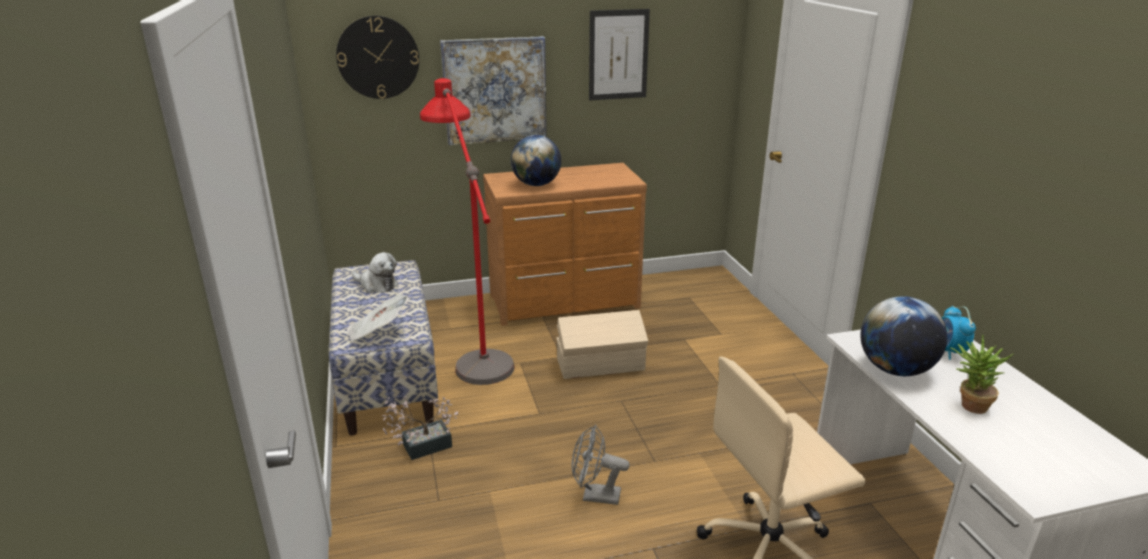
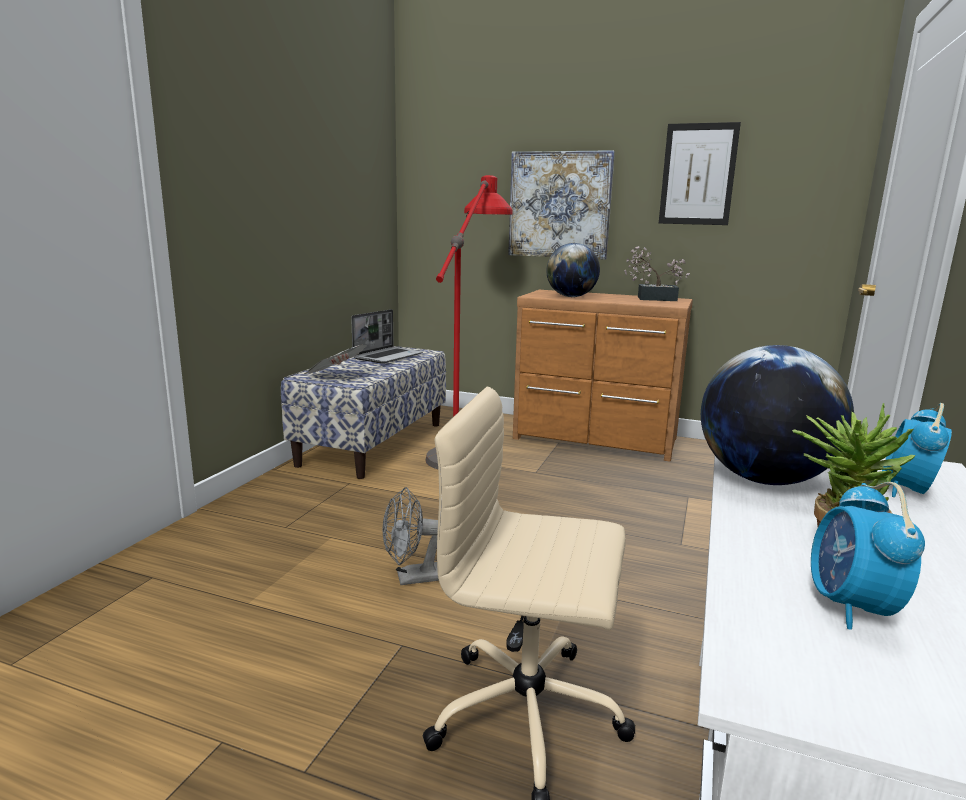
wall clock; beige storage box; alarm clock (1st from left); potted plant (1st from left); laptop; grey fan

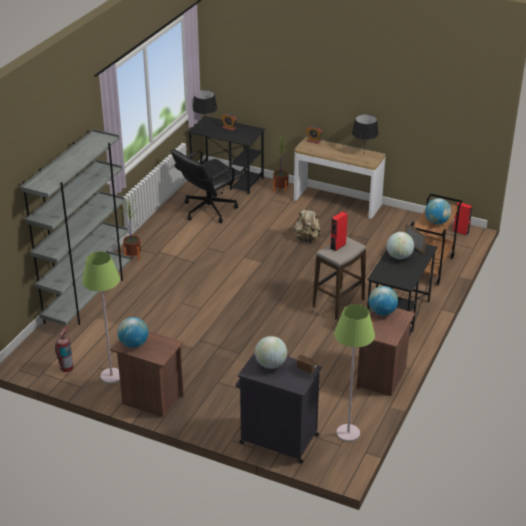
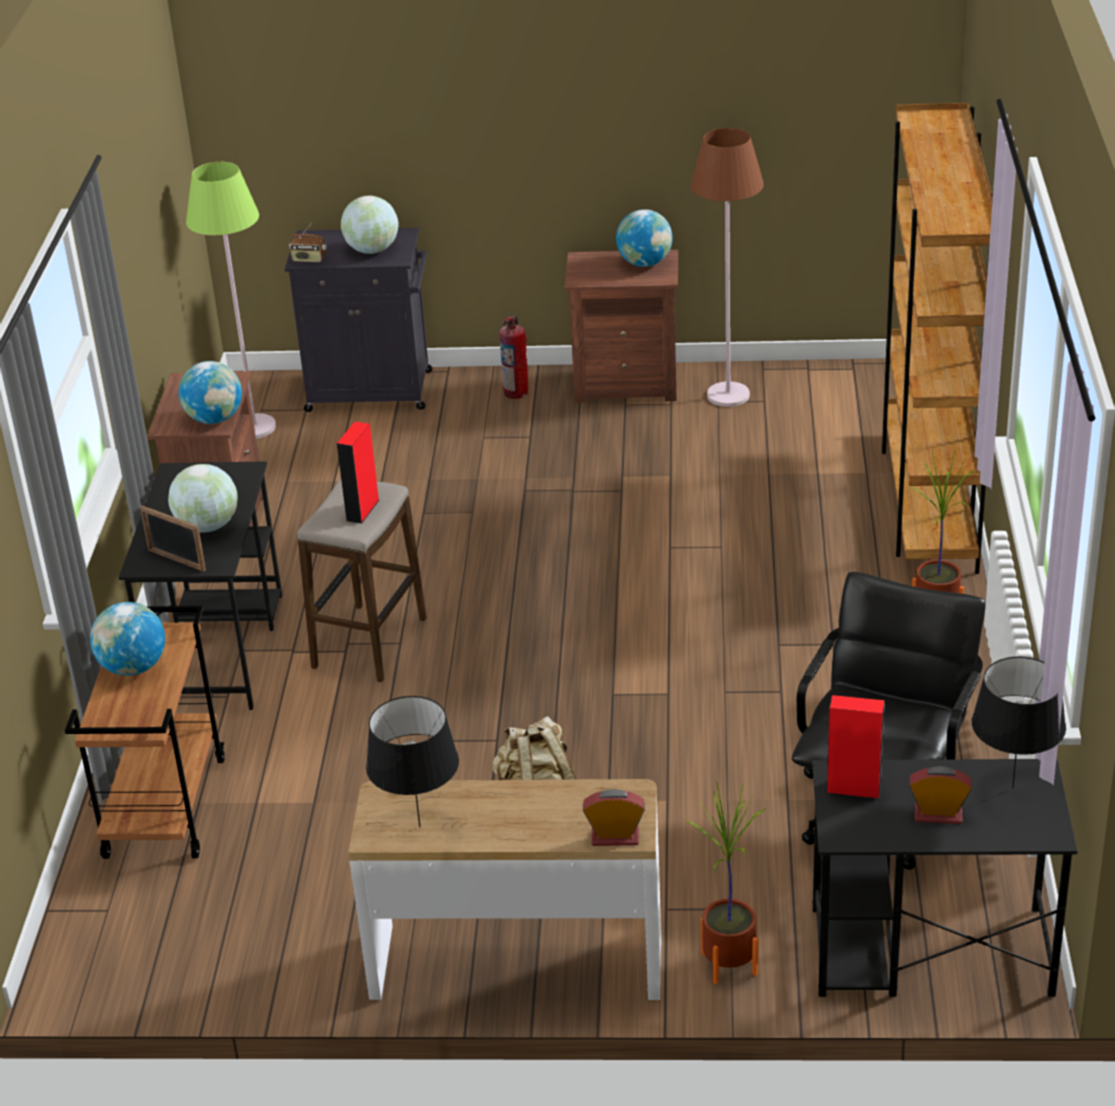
fire extinguisher; red speaker (2nd from left); brown bookcase; brown floor lamp

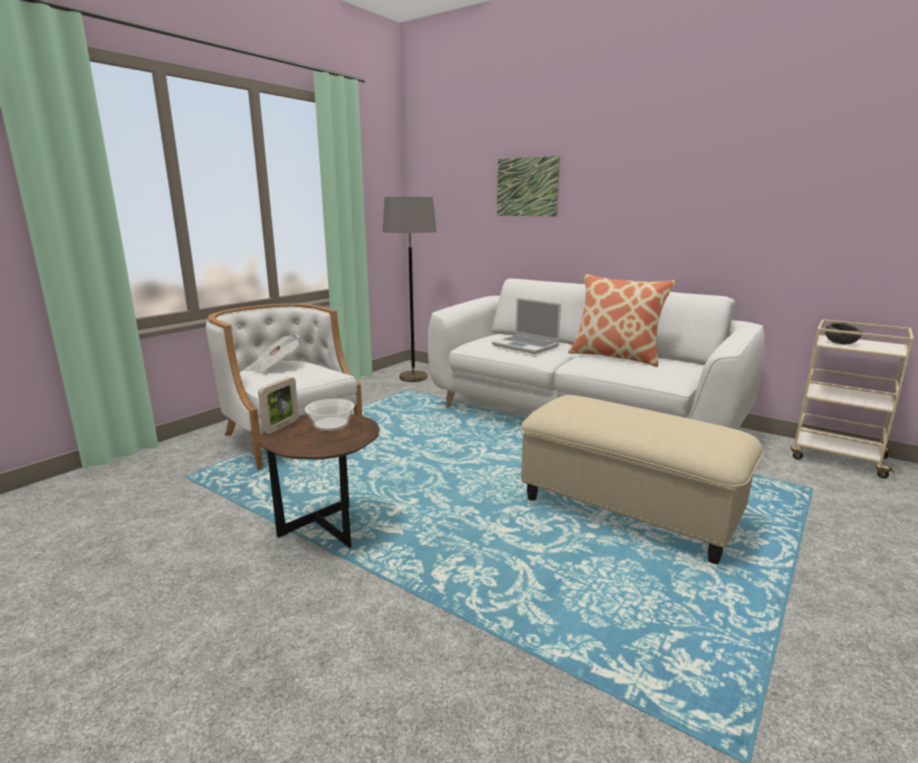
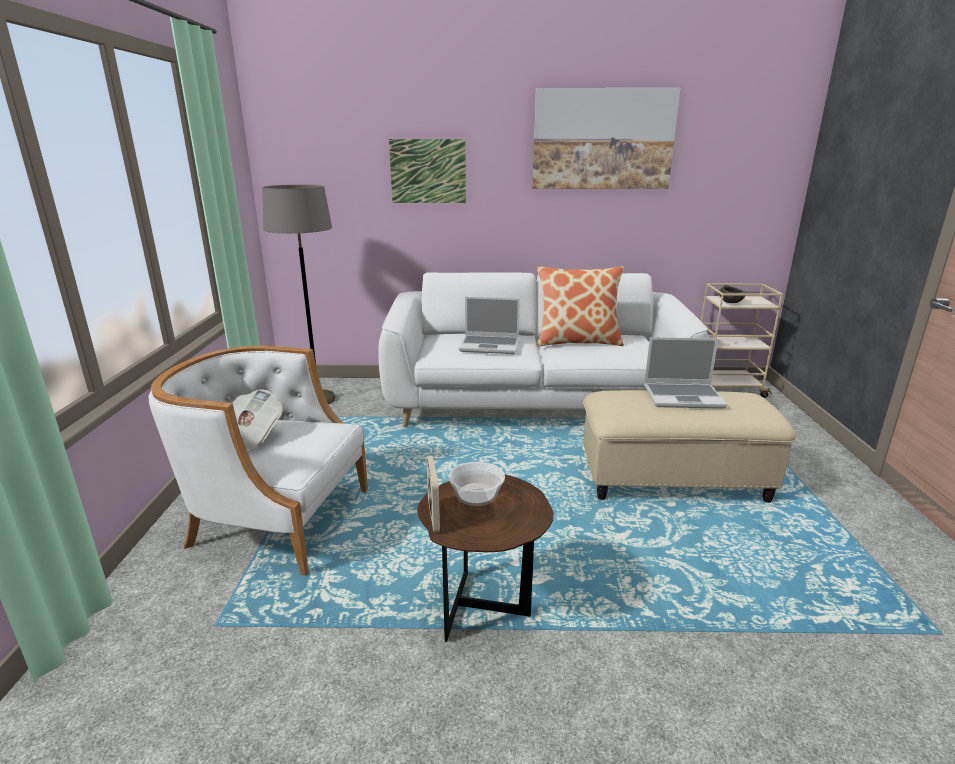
picture (2nd from left); laptop (2nd from left)

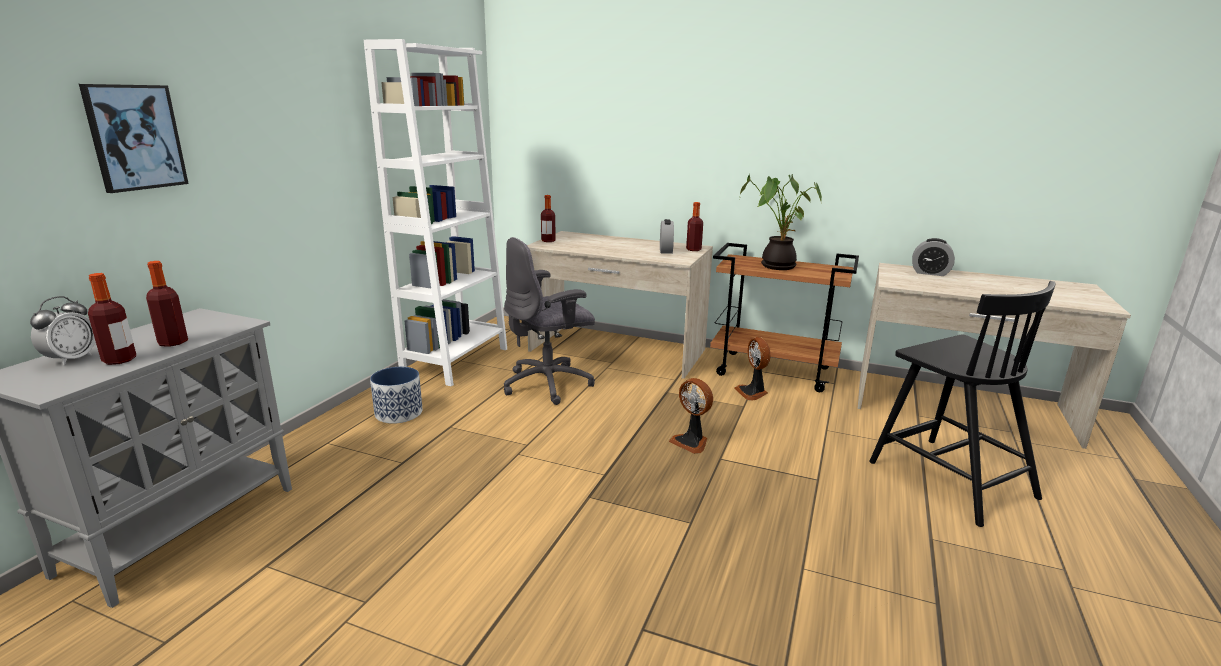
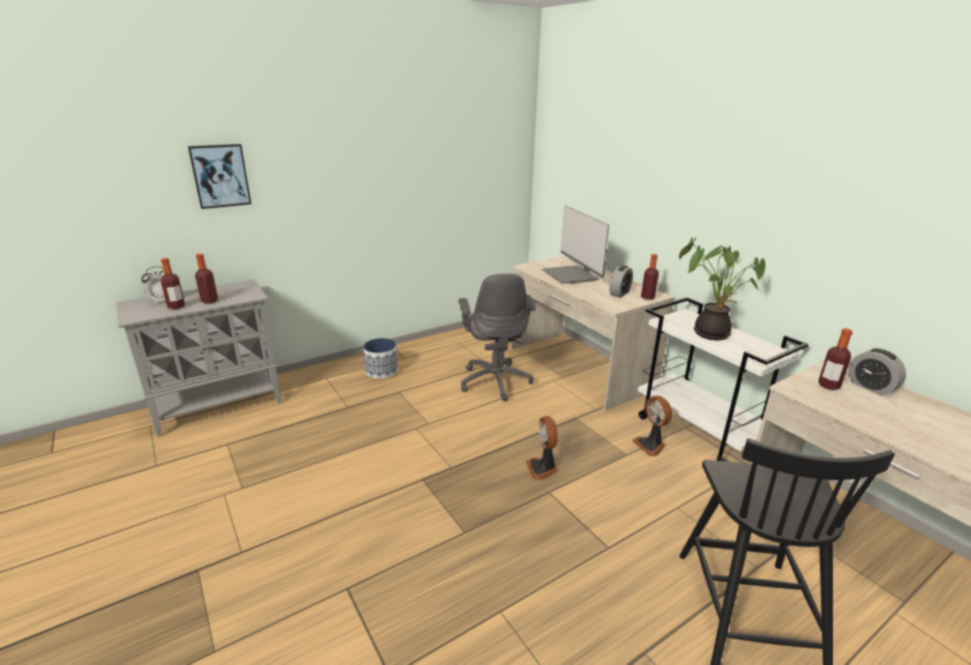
white bookcase; monitor; bottle (4th from left); white cart; grey office chair; fan (2nd from left)

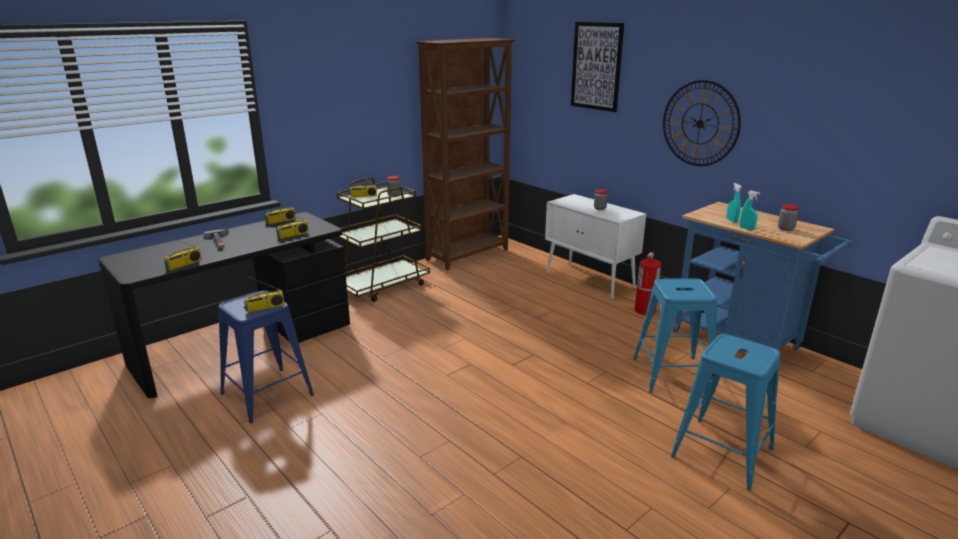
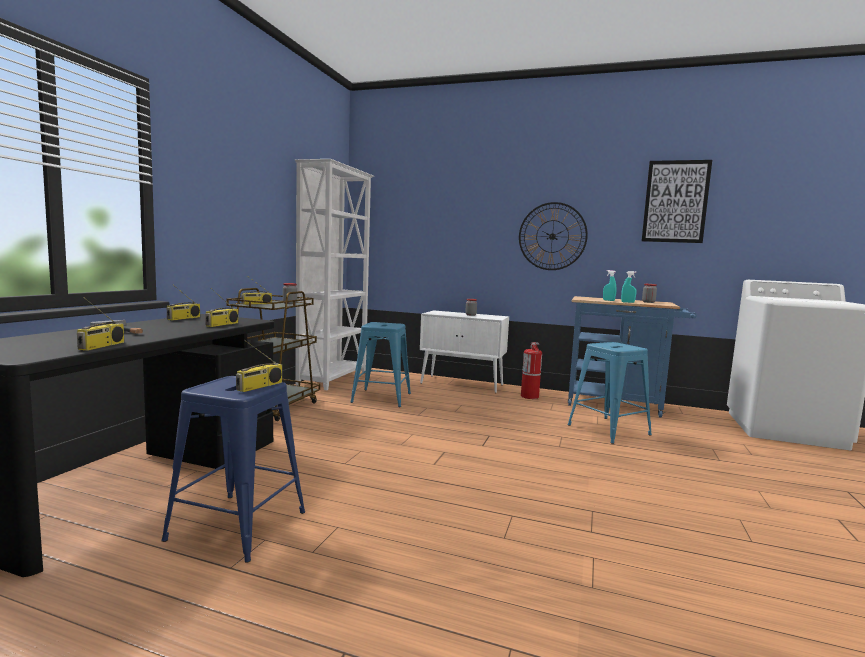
picture; blue stool (2nd from left); white bookcase

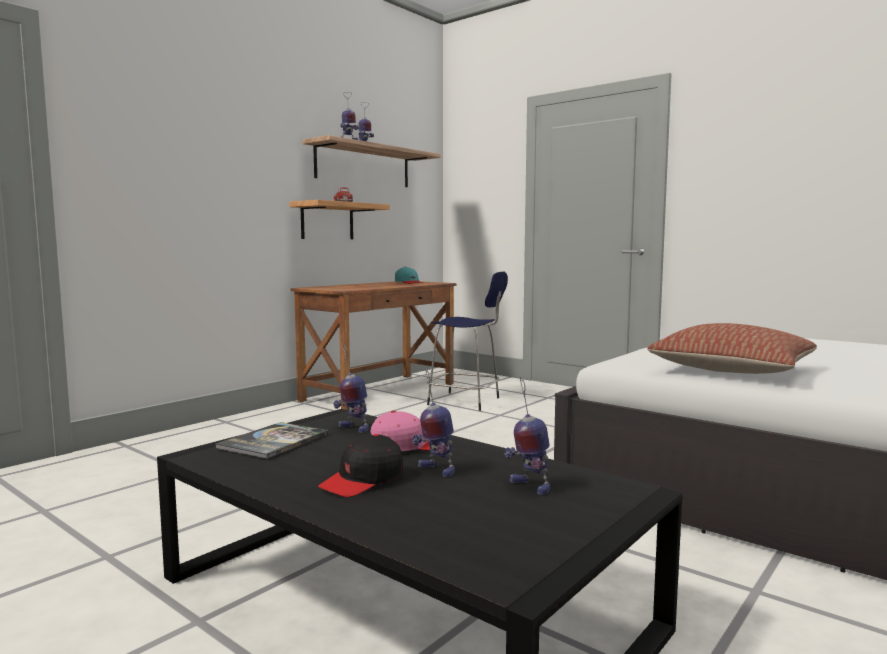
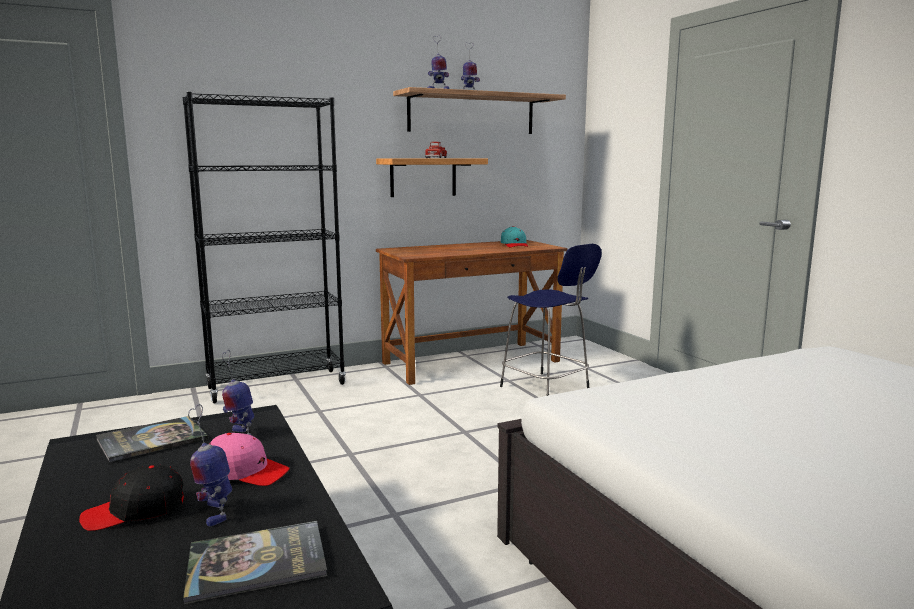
pillow; black bookcase; book (2nd from left)

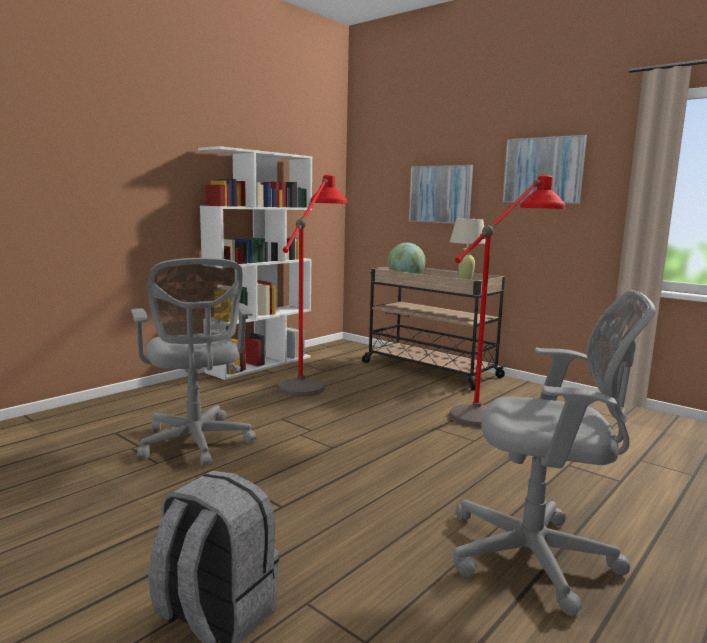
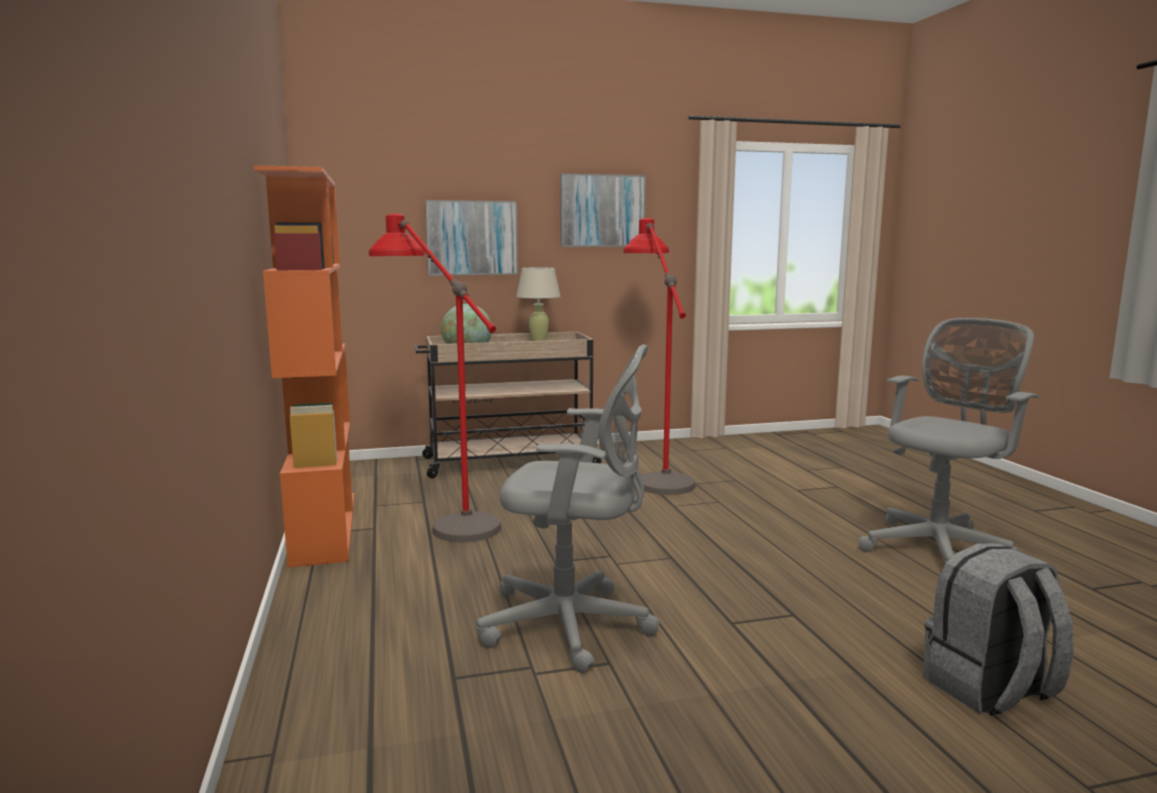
orange bookcase

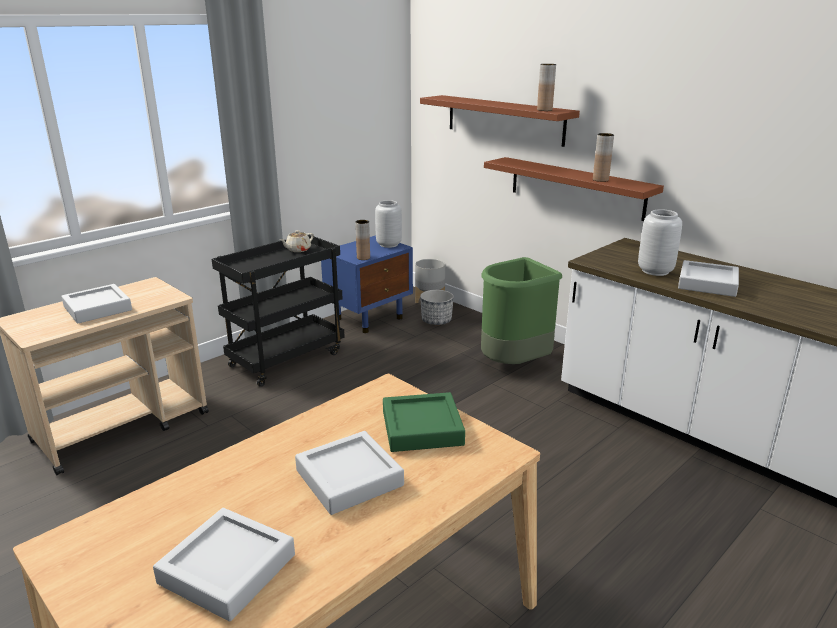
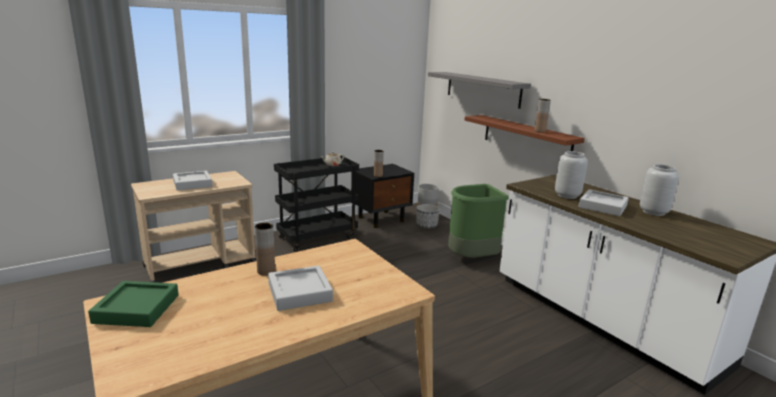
grey tray (2nd from left in the first image); grey vase (2nd from left); green tray; brown vase (1st from left); black nightstand; grey shelf

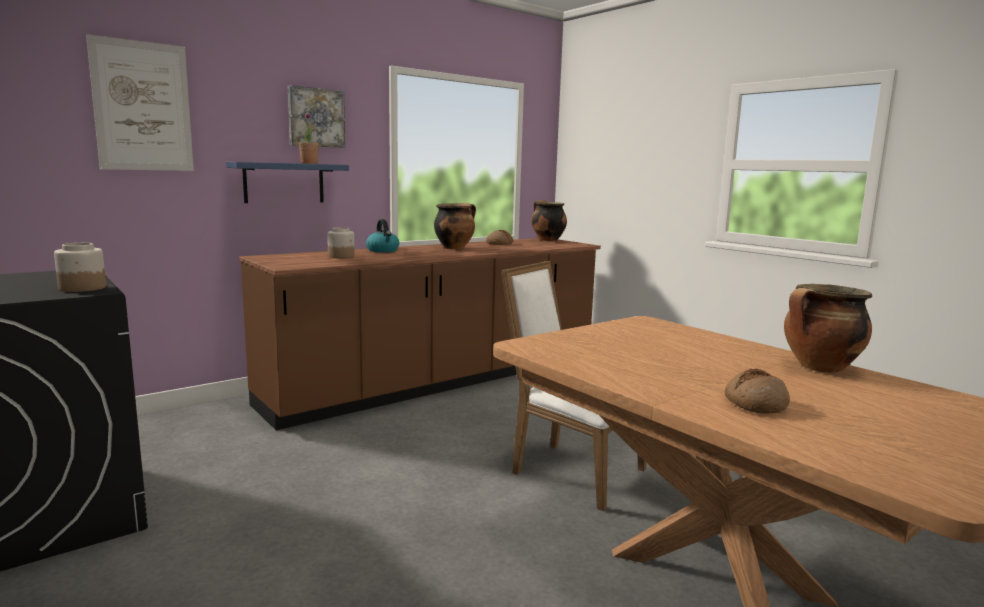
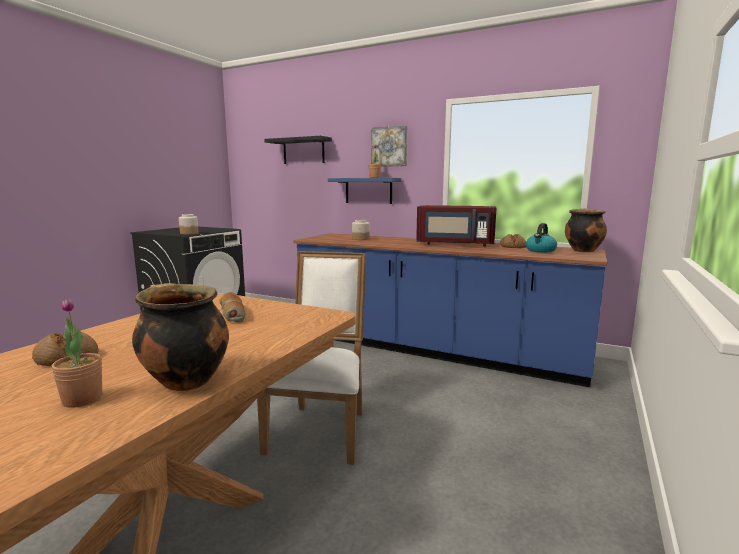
potted plant (1st from left); bread (2nd from left); kettle; black shelf; red microwave; blue counter

